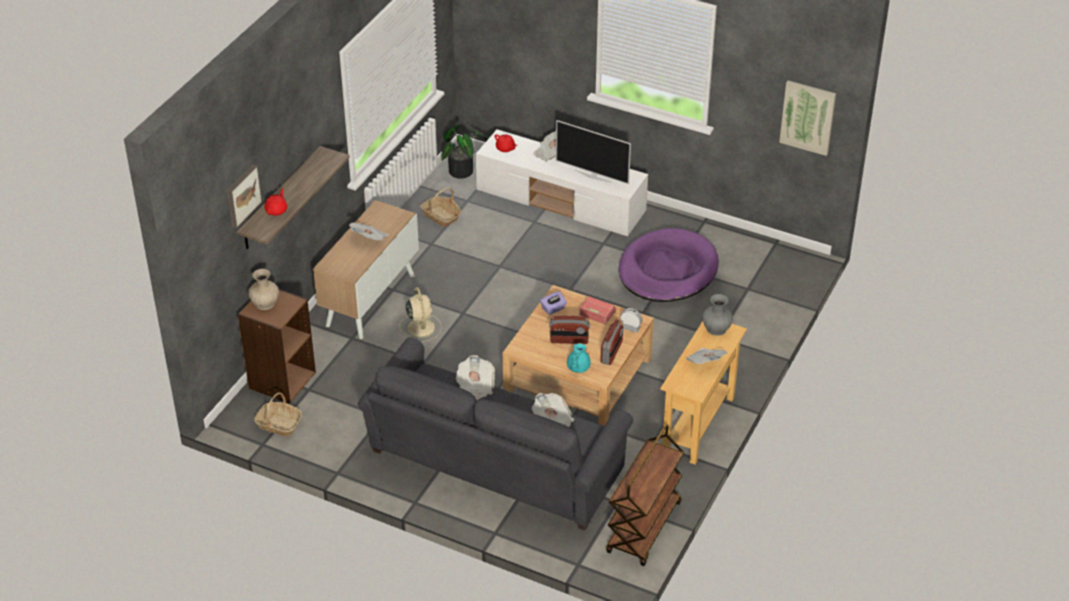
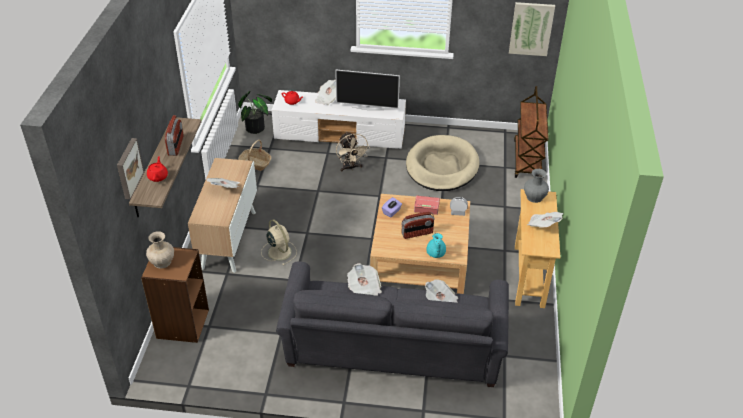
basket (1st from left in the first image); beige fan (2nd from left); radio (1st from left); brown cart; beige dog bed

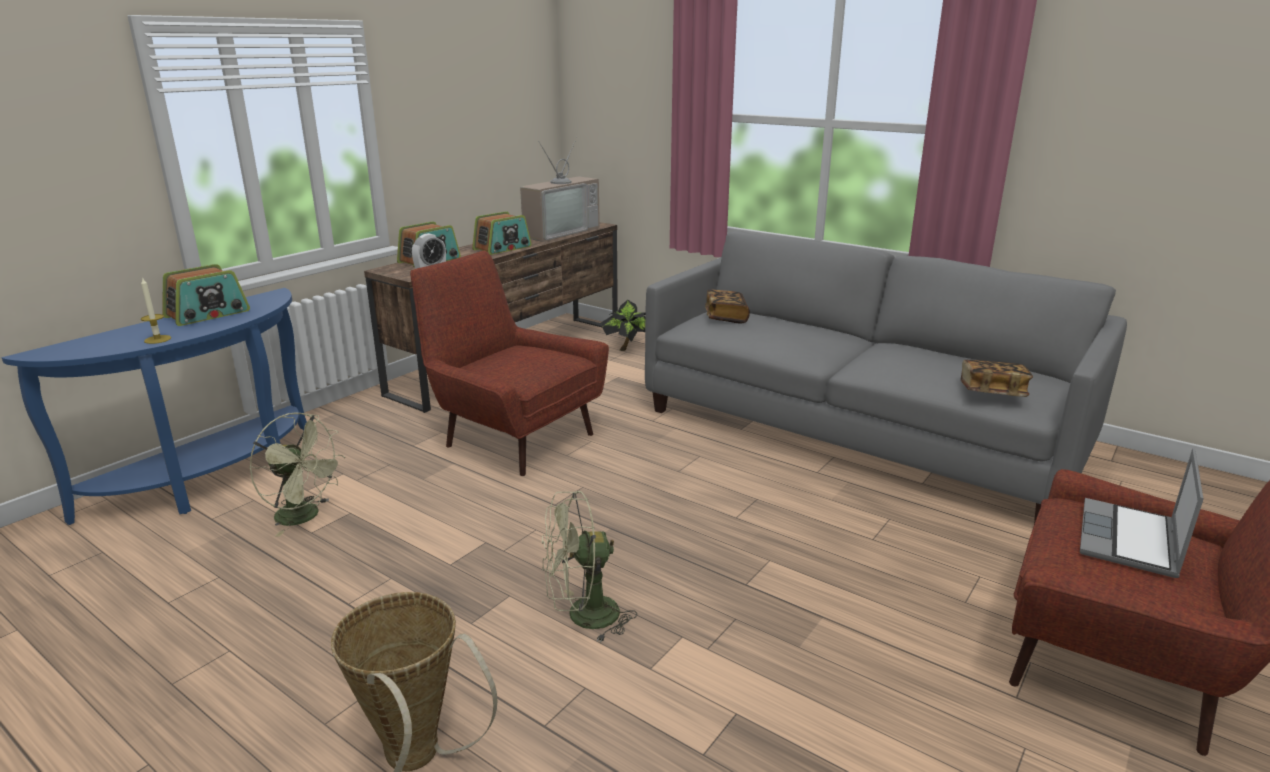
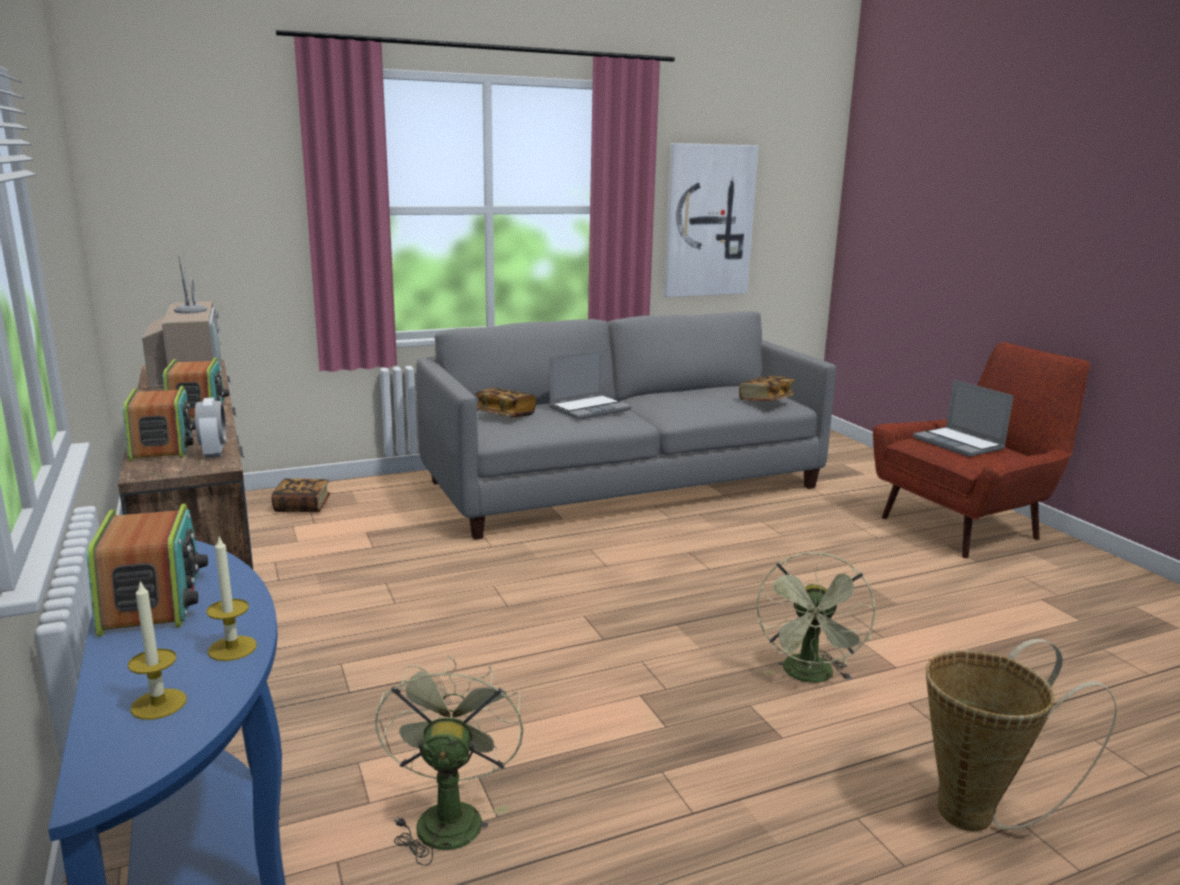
red armchair (1st from left in the first image); candle (1st from left); laptop (1st from left); picture; book (1st from left); green fan (1st from left)

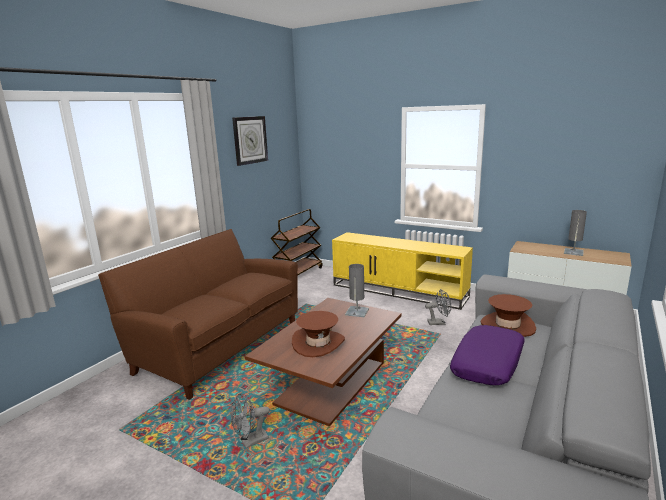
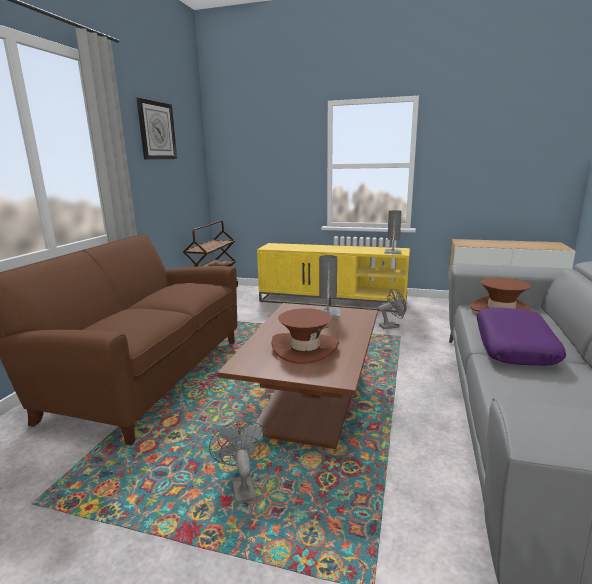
grey table lamp (2nd from left); grey fan (1st from left)

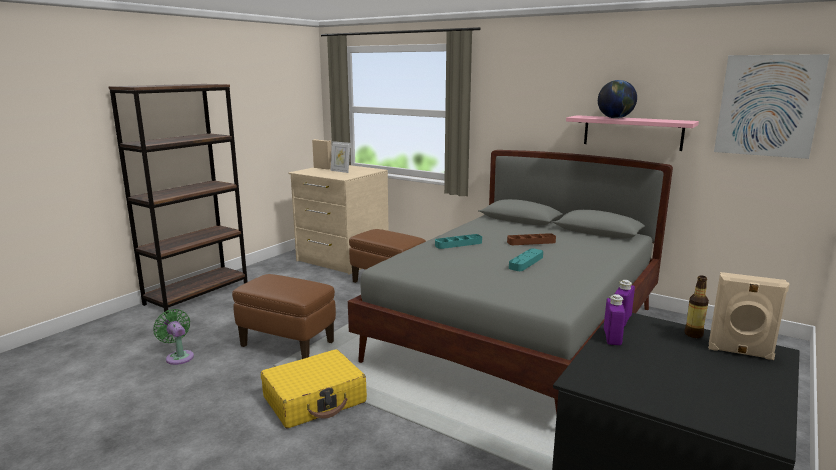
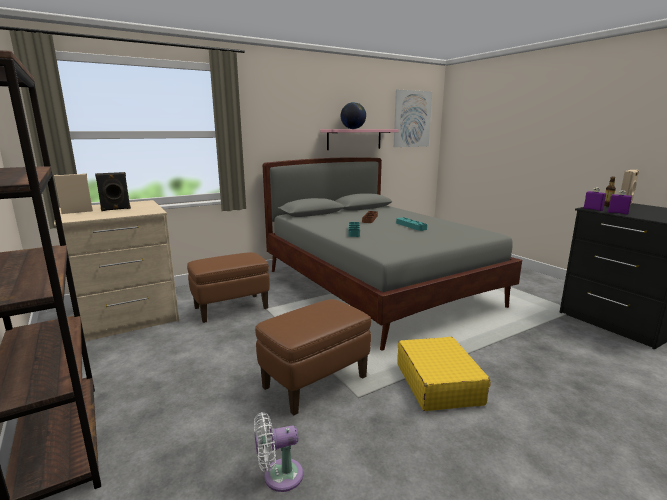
black speaker; white fan

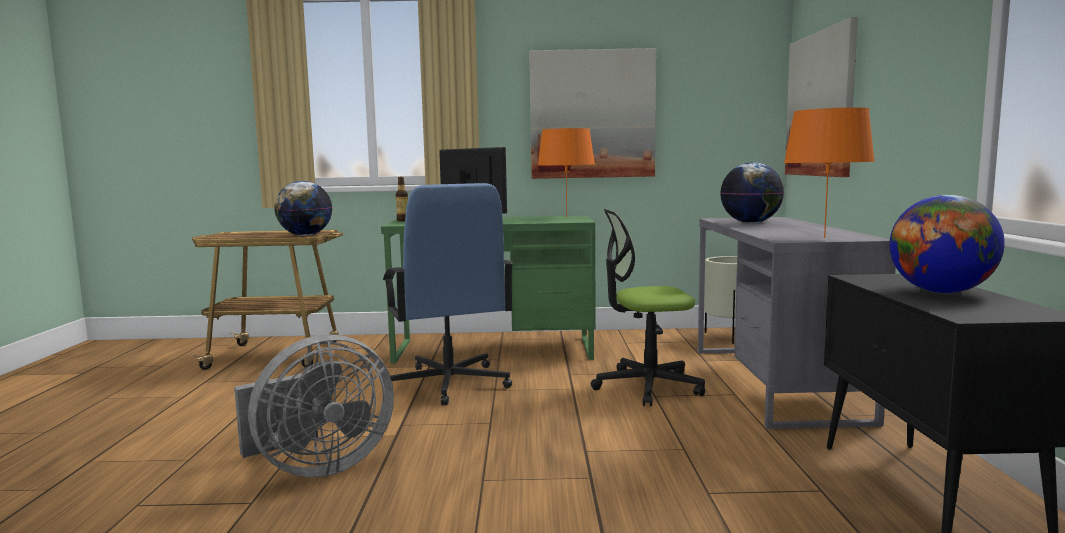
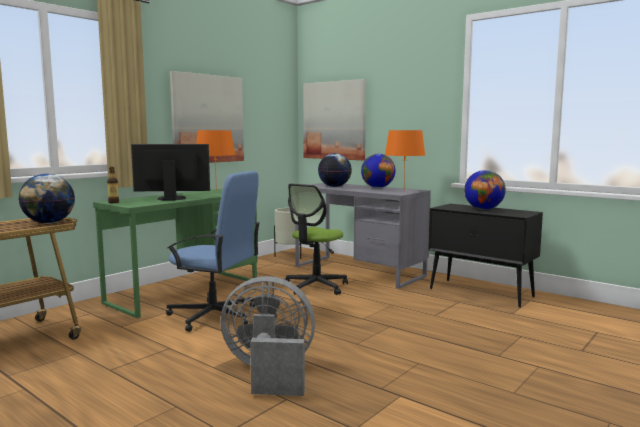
globe (3rd from left); grey fan

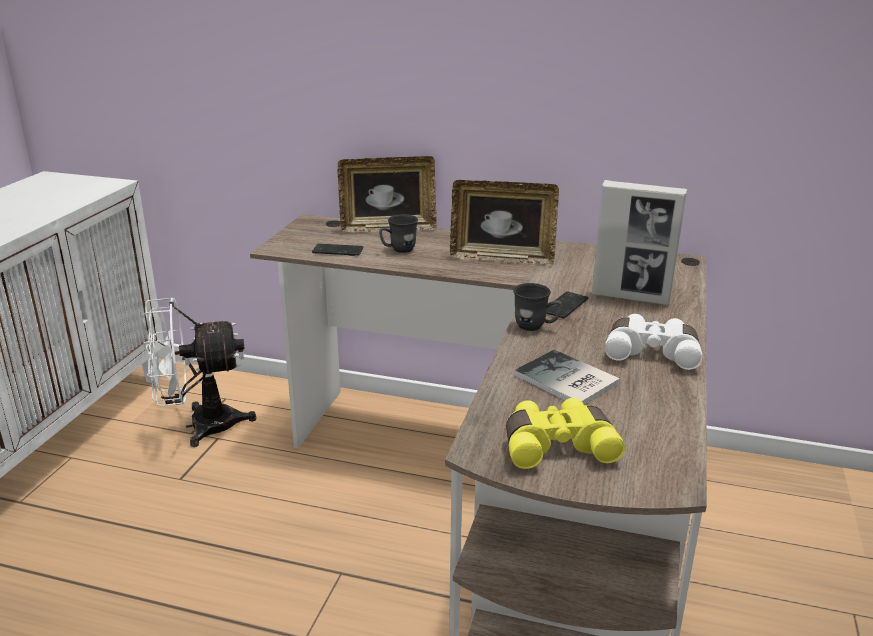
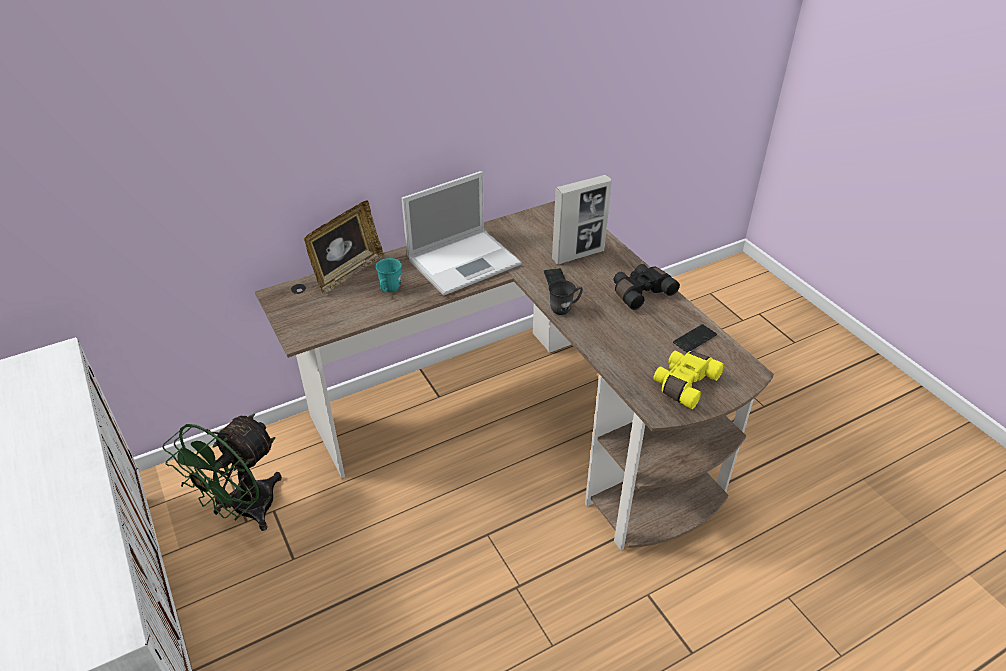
book; phone (2nd from left); laptop; green fan; turquoise mug; black binoculars

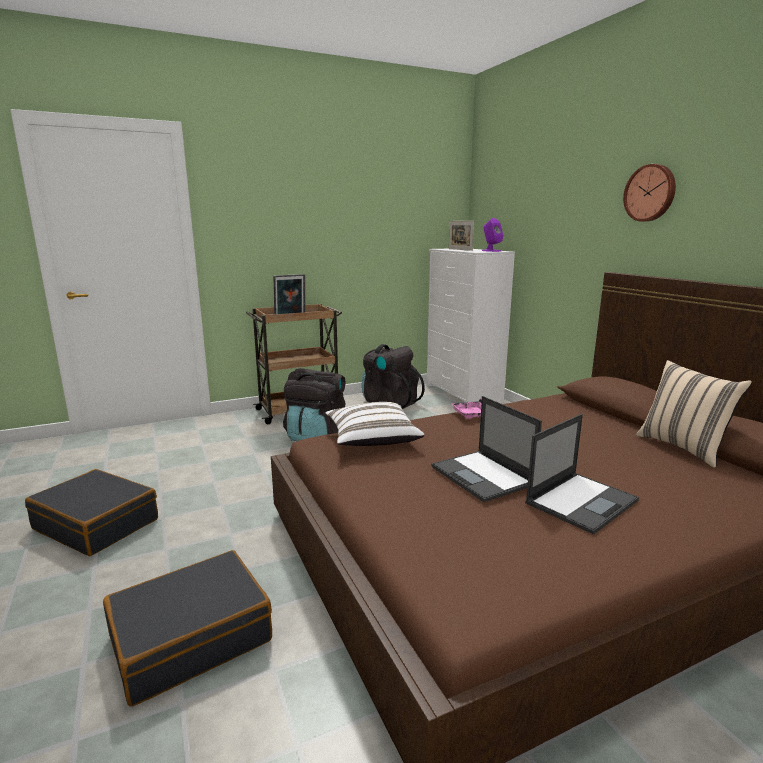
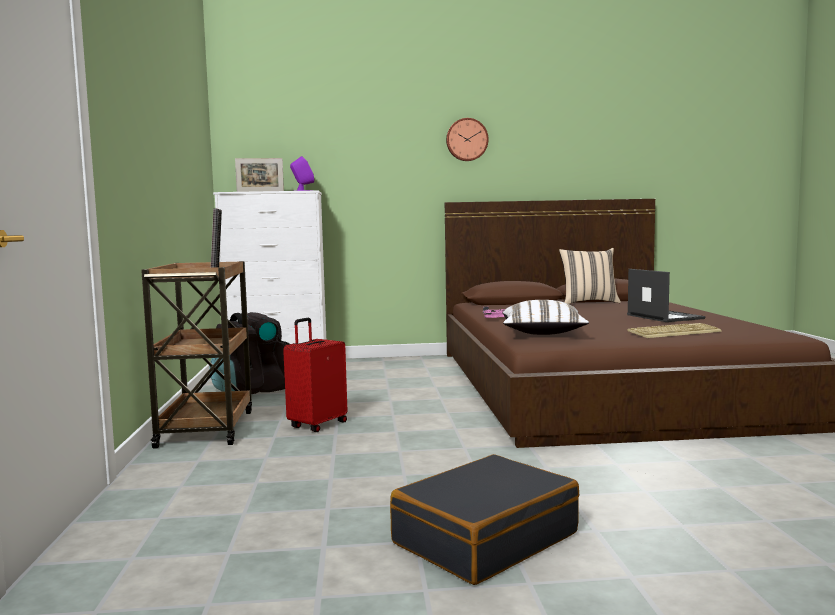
black suitcase (2nd from left in the first image); laptop (1st from left in the first image); keyboard; red suitcase

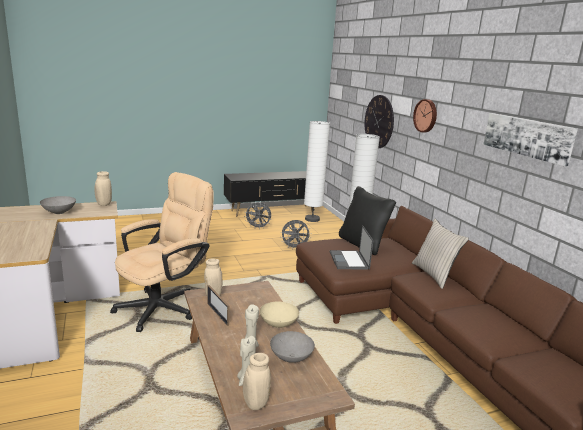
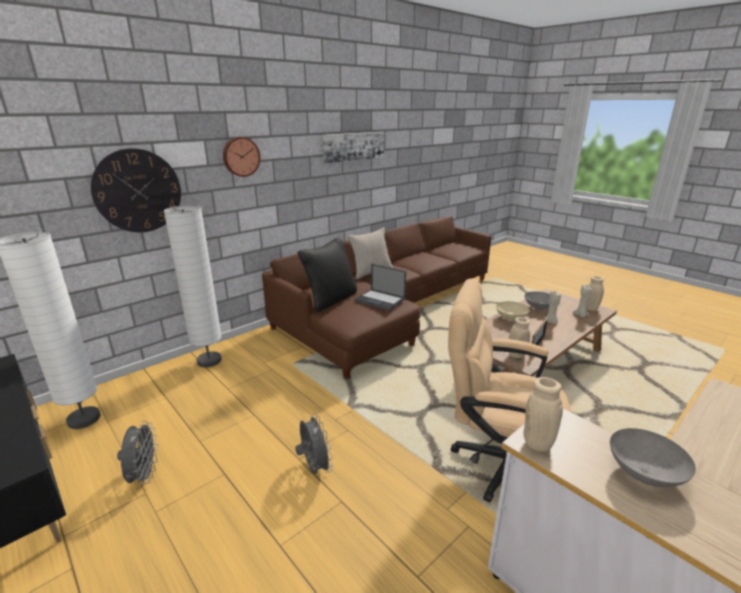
grey fan (2nd from left); laptop

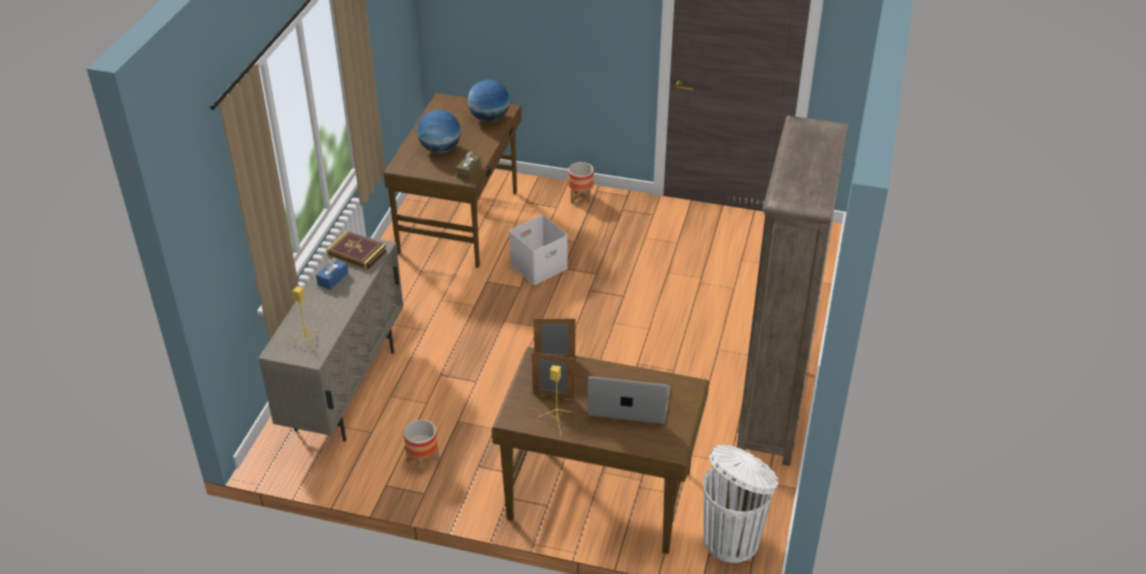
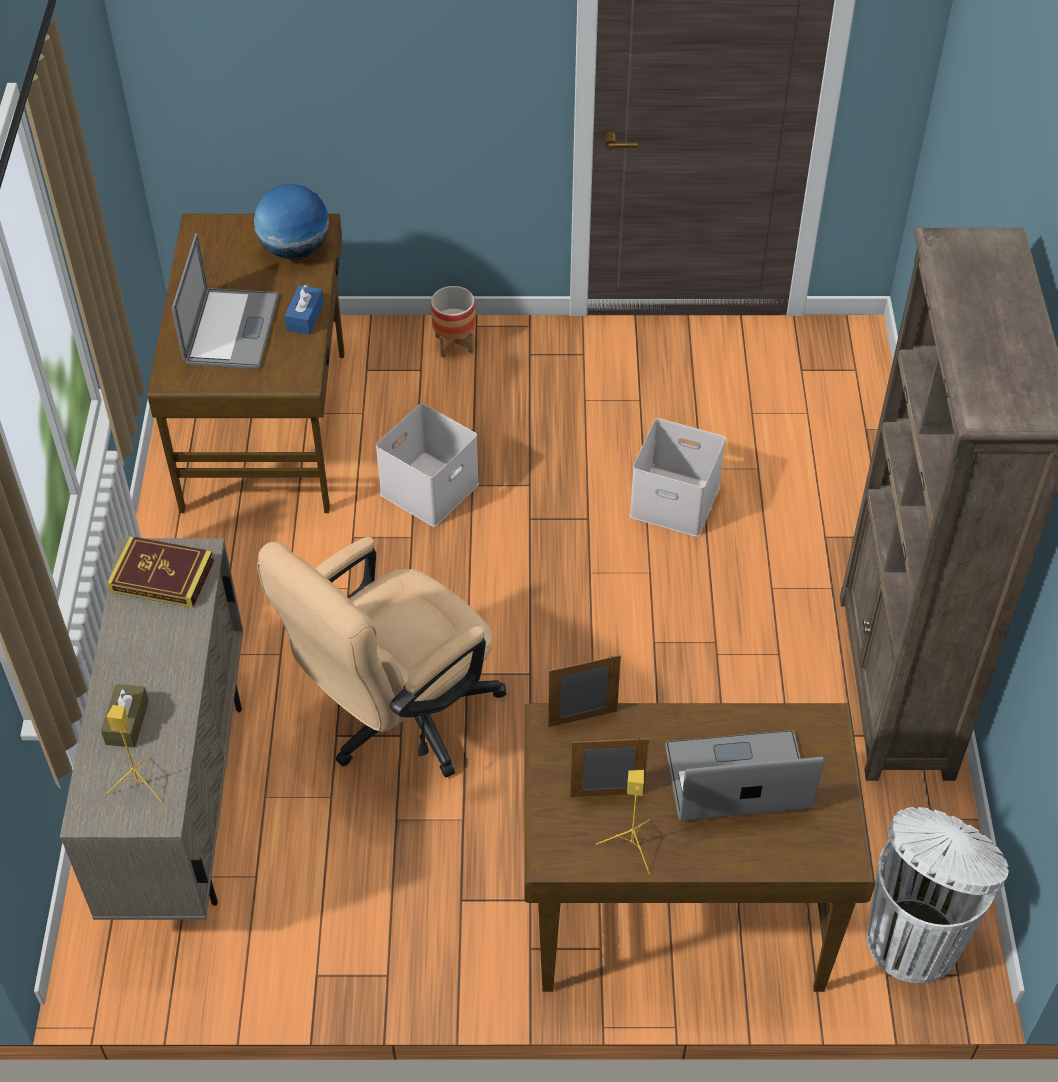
planter (1st from left in the first image); beige office chair; white storage box (2nd from left); blue tissue box; brown tissue box; laptop (1st from left)

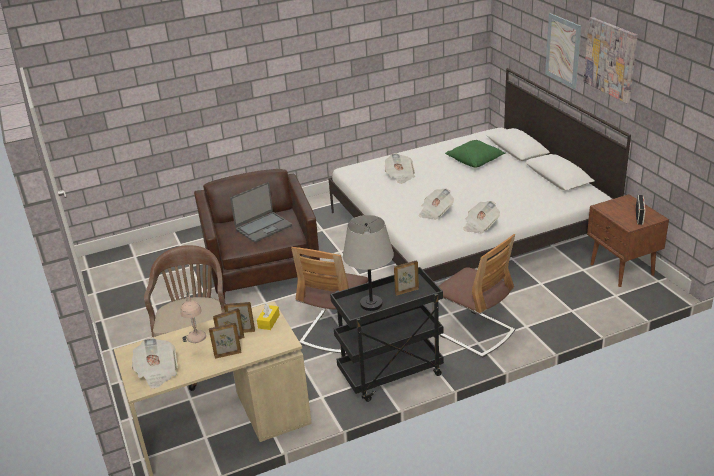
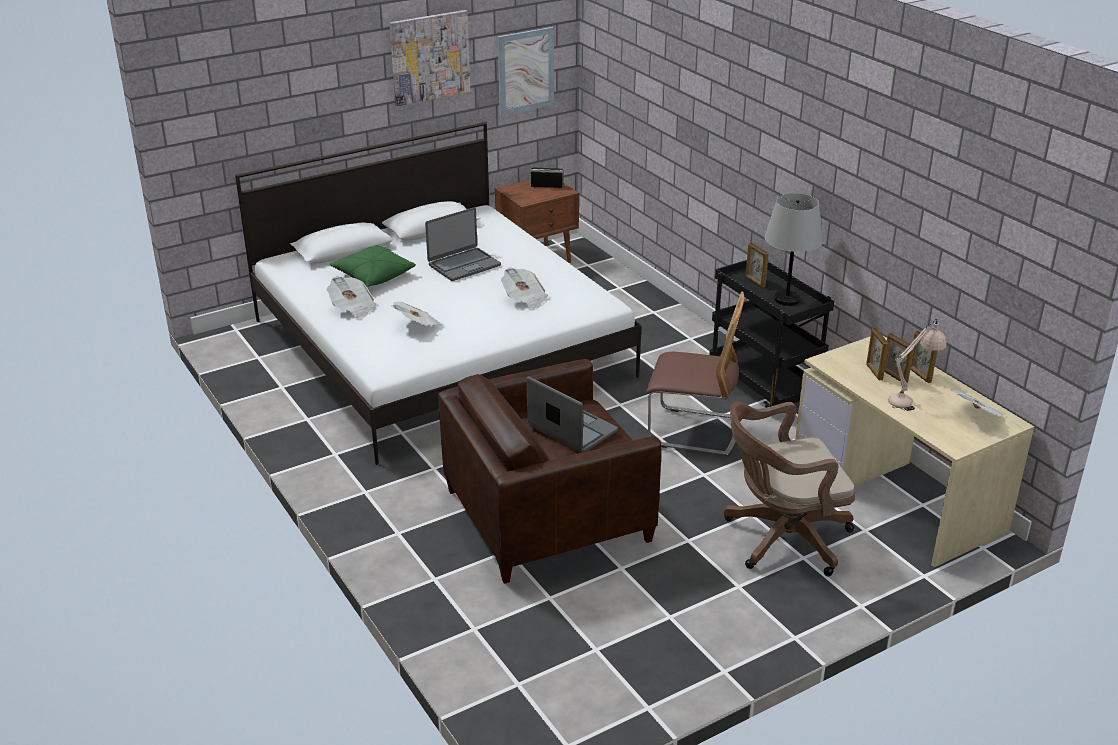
yellow tissue box; chair (2nd from left in the first image); laptop (1st from left); newspaper (1st from left); picture (2nd from left)

